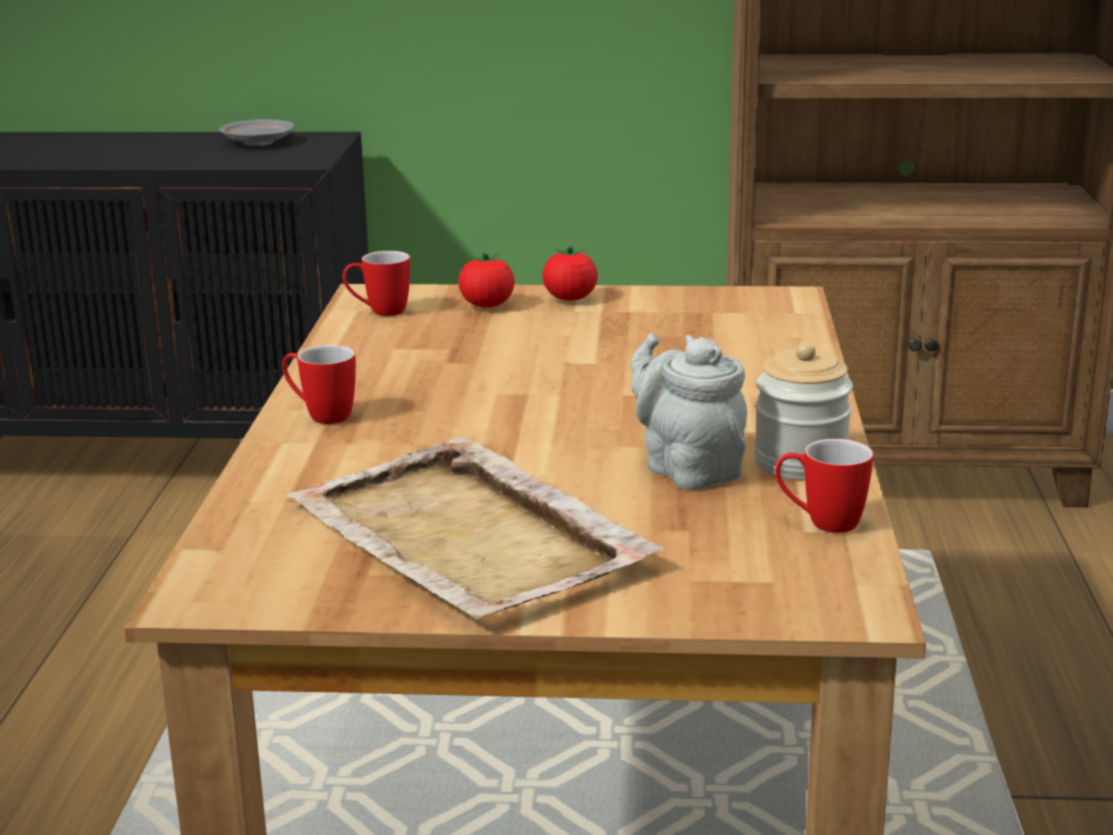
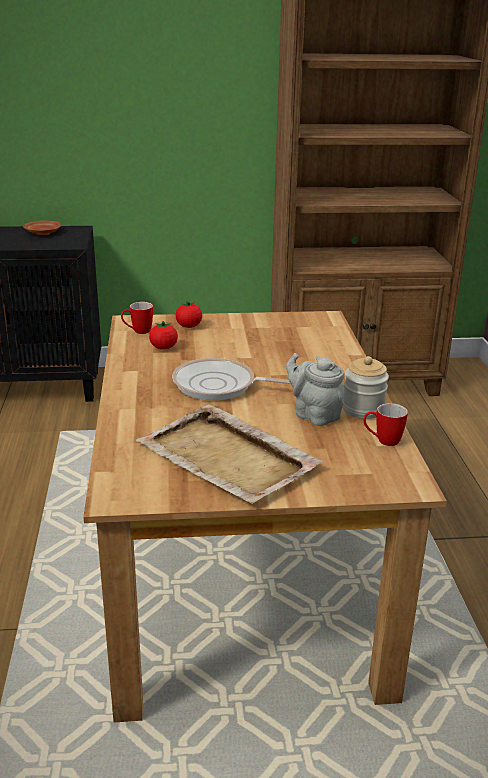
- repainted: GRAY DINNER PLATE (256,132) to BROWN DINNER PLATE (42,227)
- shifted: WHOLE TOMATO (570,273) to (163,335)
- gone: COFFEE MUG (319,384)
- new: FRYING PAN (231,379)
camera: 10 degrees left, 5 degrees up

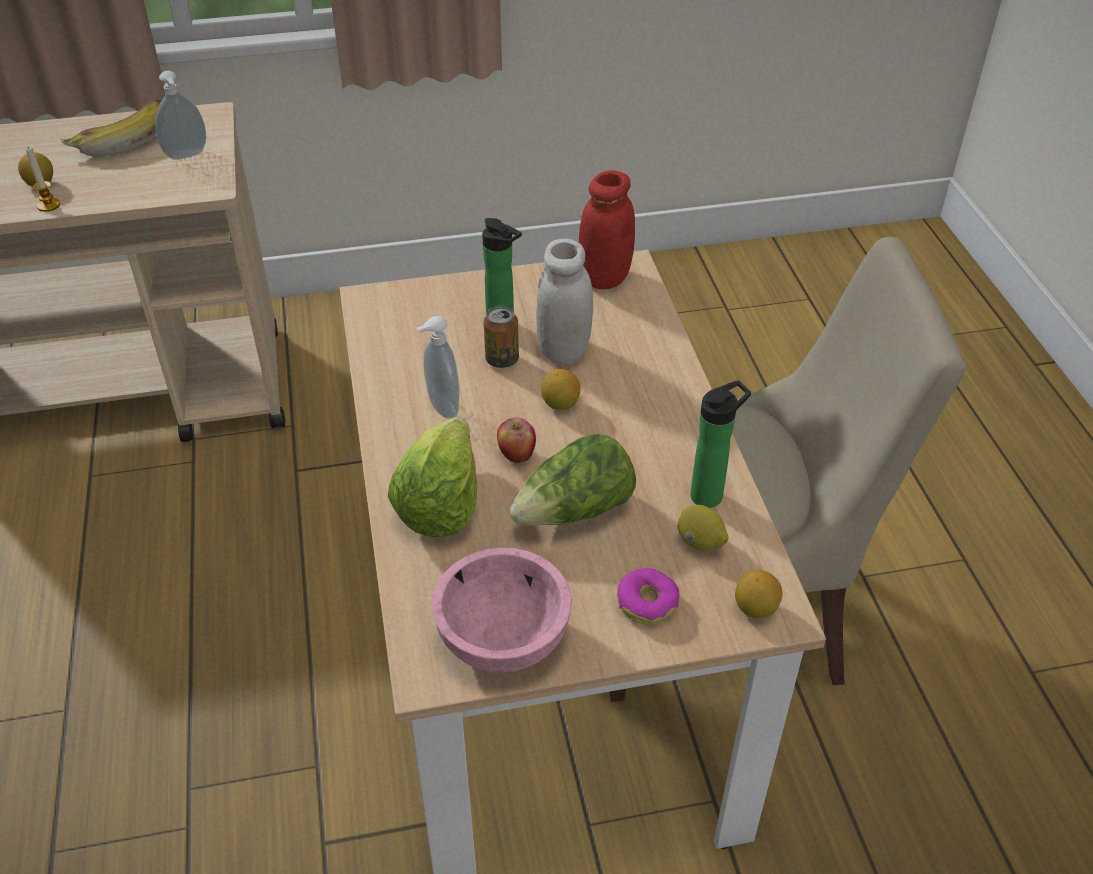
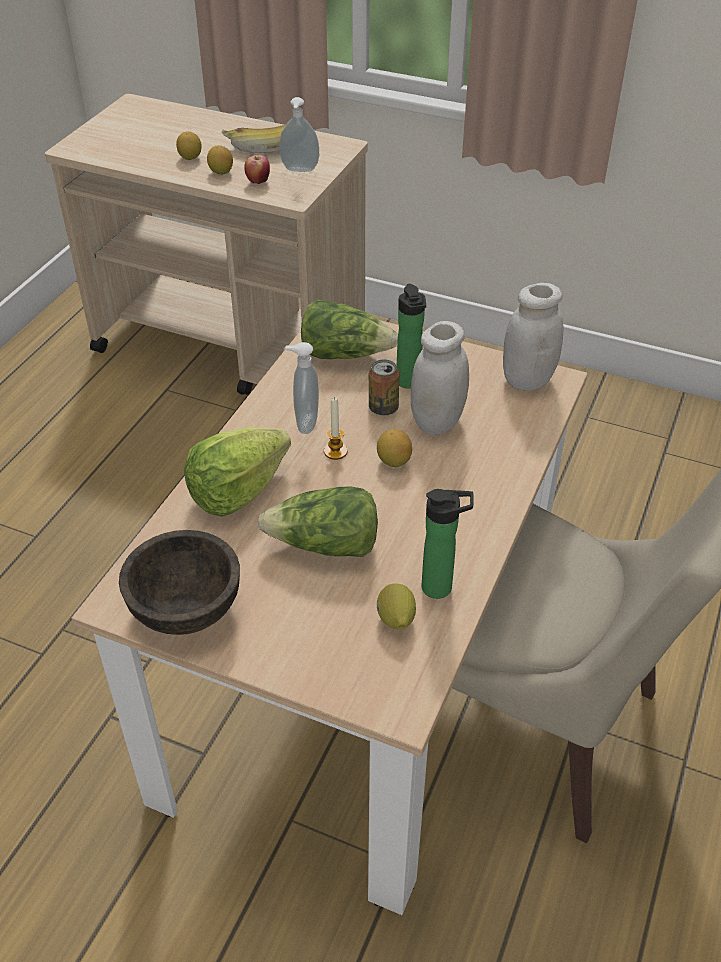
- shifted: WAX LIGHT (43,179) to (336,428)
- repainted: REDDISH JAR (607,229) to WHITISH JAR (533,337)
- shifted: APPLE FRUIT (516,440) to (257,169)
- repainted: PINK-COLOURED DEEP DISH (502,610) to BROWN DEEP DISH (179,582)
- gone: DOUGHNUT (648,596)
- shifted: LEMON (759,594) to (220,160)
- new: LETTUCE HEAD (349,329)
camera: 35 degrees right, 0 degrees up

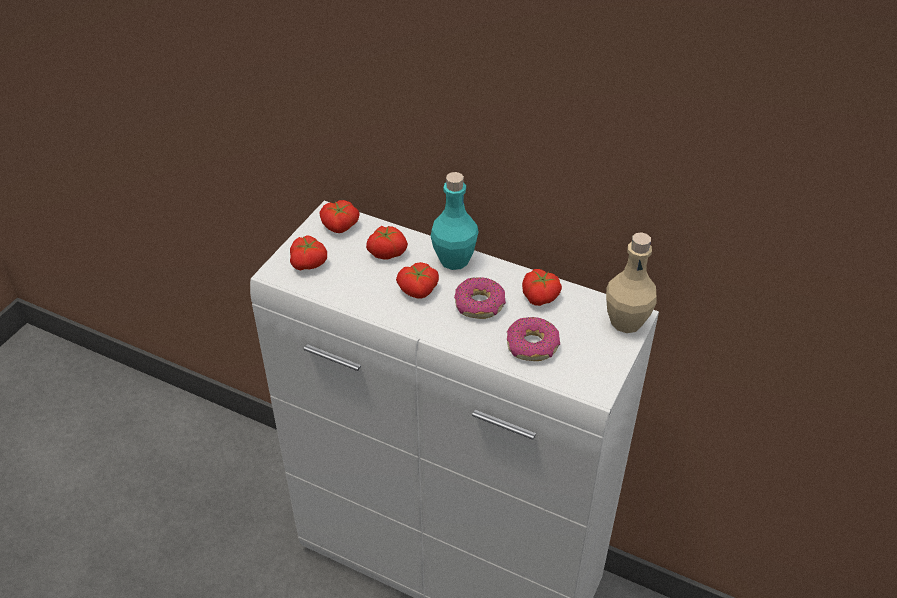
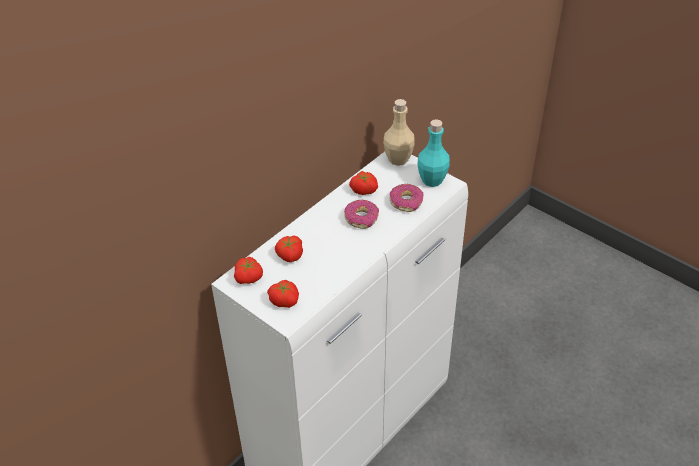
- shifted: TURQUOISE BEVERAGE BOTTLE (455,221) to (433,153)
- gone: WHOLE TOMATO (417,280)
camera: 75 degrees left, 0 degrees up

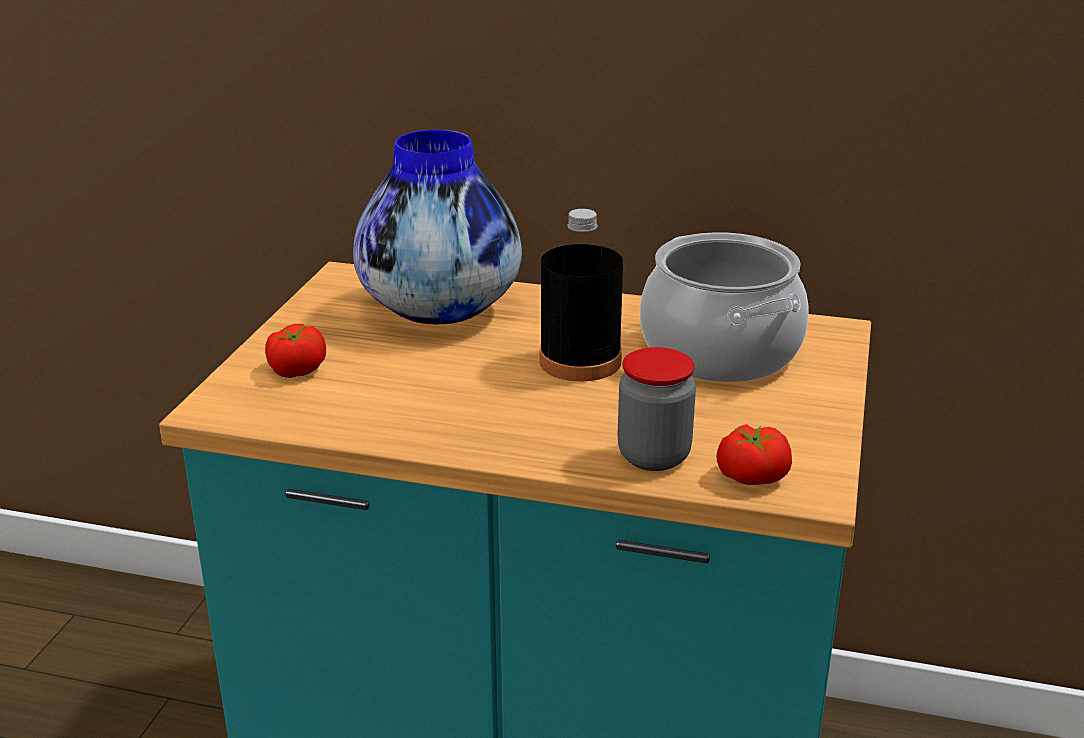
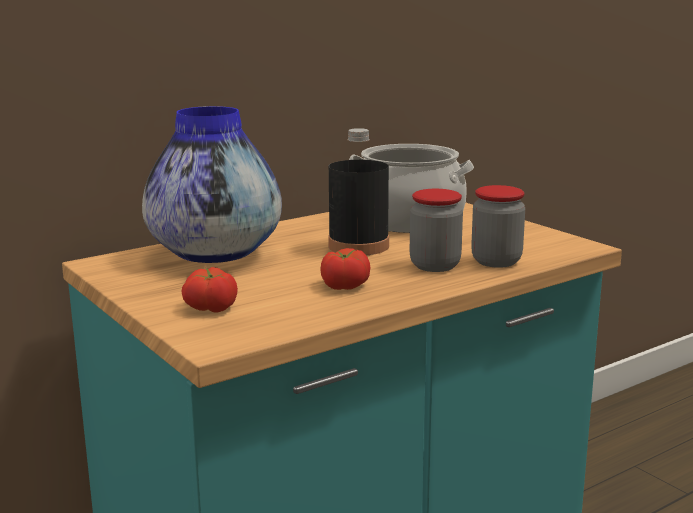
- shifted: WHOLE TOMATO (754,454) to (345,269)
- new: JAR (436,230)
camera: 50 degrees left, 10 degrees down

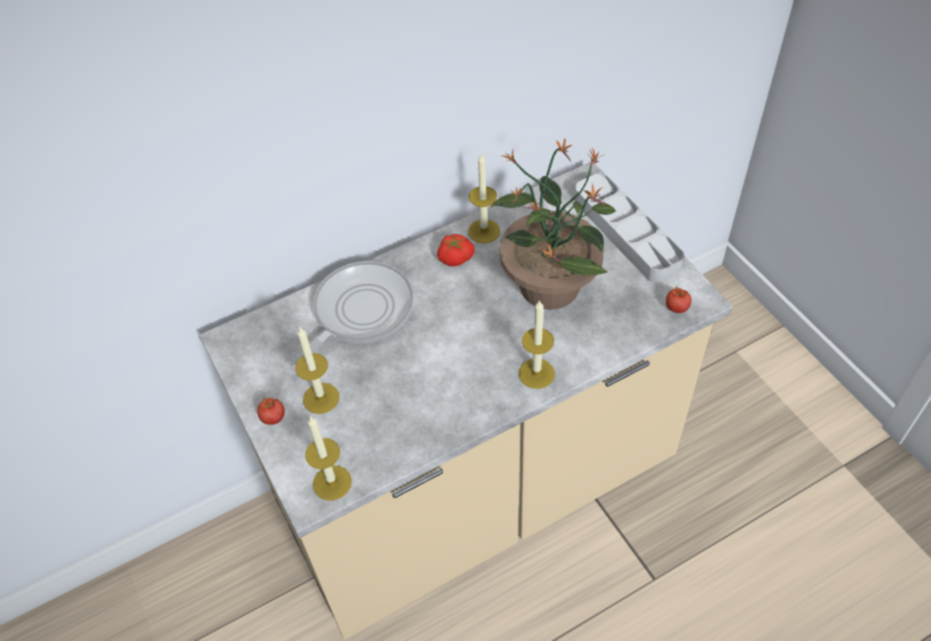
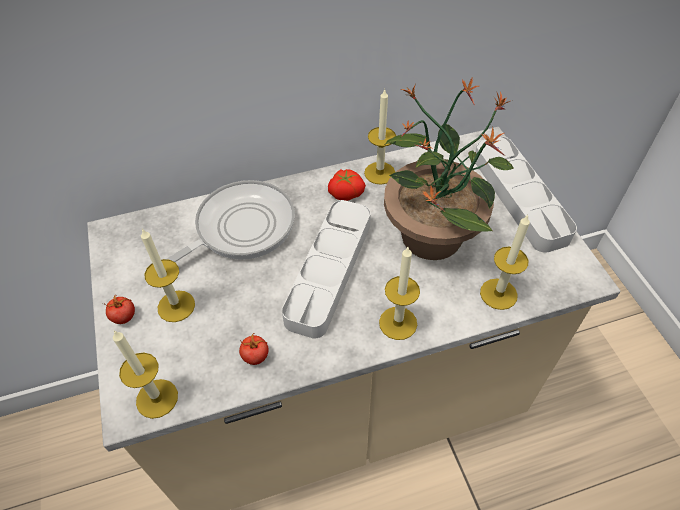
- shifted: WHOLE TOMATO (678,299) to (253,349)
- new: GRAY CARRYING TRAY (326,269)
- new: WAX LIGHT (505,262)
camera: 10 degrees right, 0 degrees up

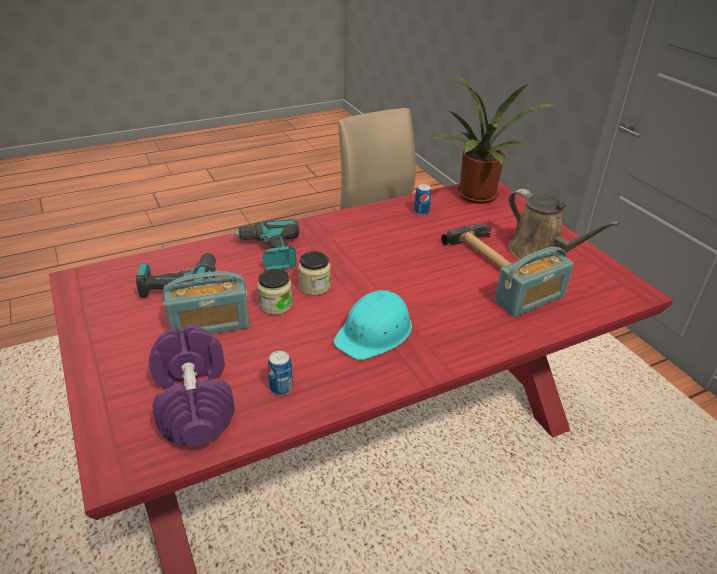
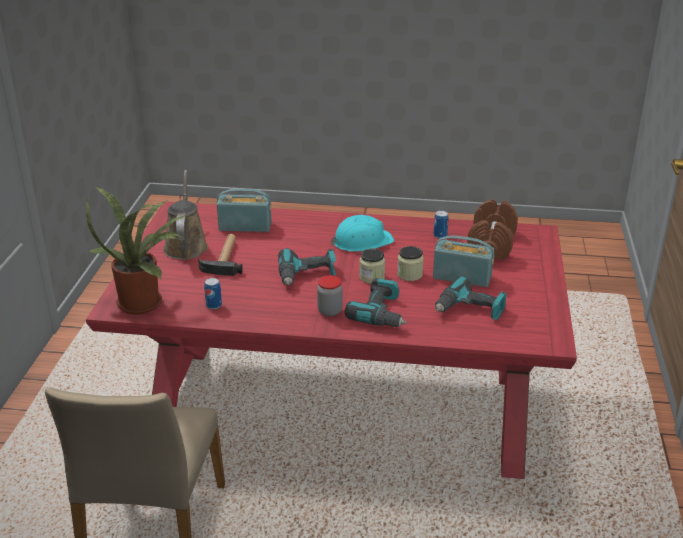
- repainted: PURPLE HAND WEIGHT (192,385) to BROWN HAND WEIGHT (492,229)
- new: POWER DRILL (307,266)
- new: JAR (329,296)
camera: 145 degrees left, 5 degrees down

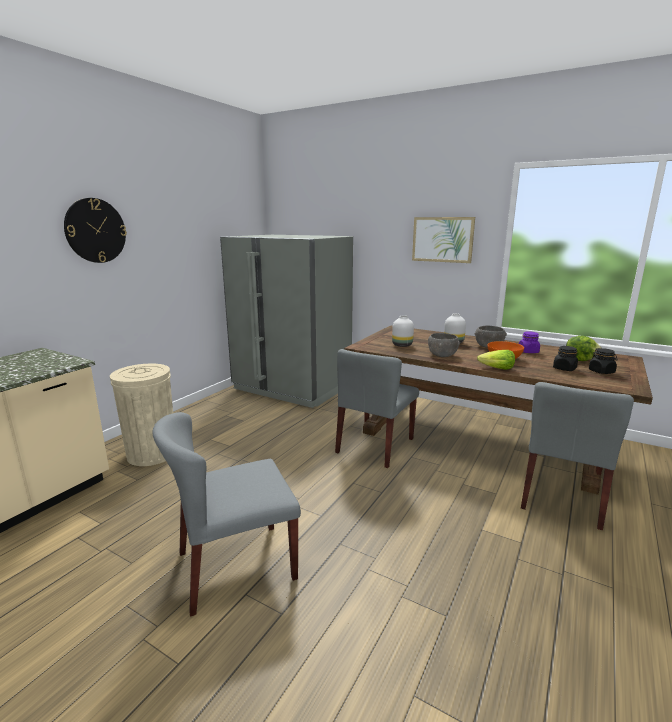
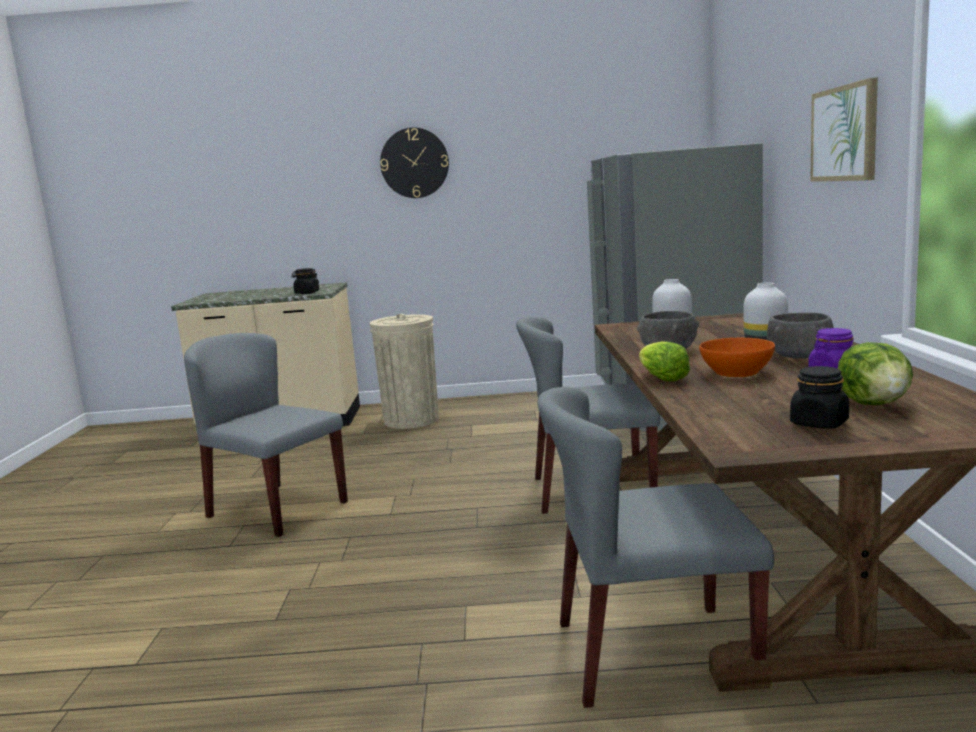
- shifted: BLACK JAR (565,358) to (305,281)
camera: 60 degrees right, 5 degrees down

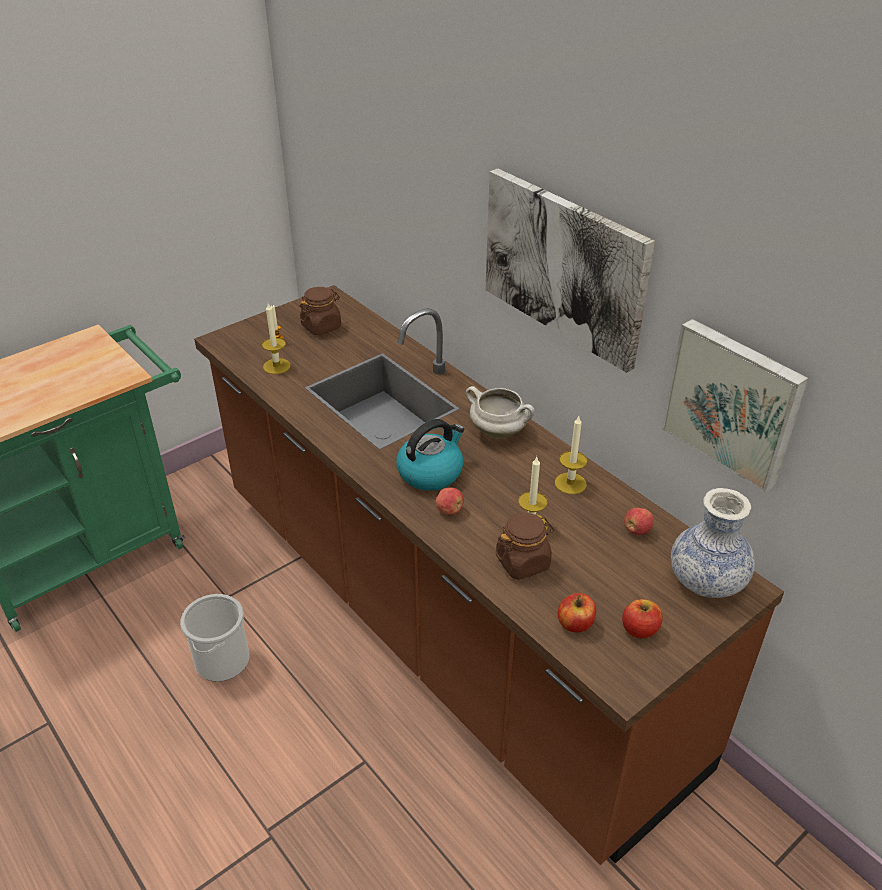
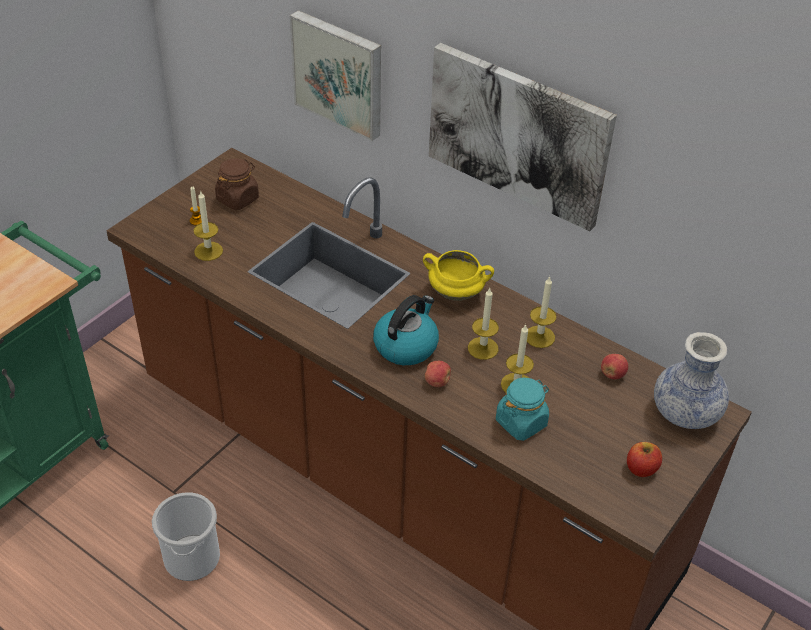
- shifted: PICTURE (735,406) to (335,75)
- repainted: WHITISH STOCKPOT (500,412) to YELLOW STOCKPOT (458,275)
- repainted: BROWN JAR (525,546) to TURQUOISE JAR (522,409)
- gone: APPLE FRUIT (577,612)
- new: WAX LIGHT (483,324)
camera: 15 degrees left, 5 degrees up

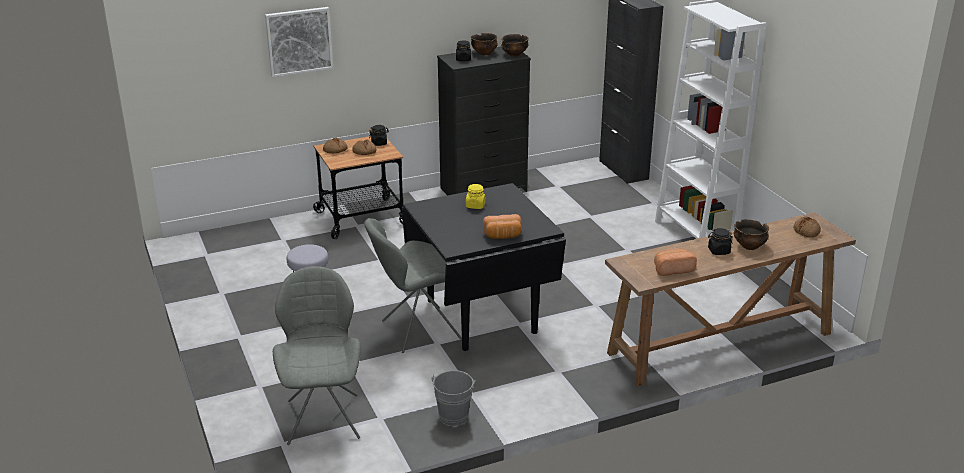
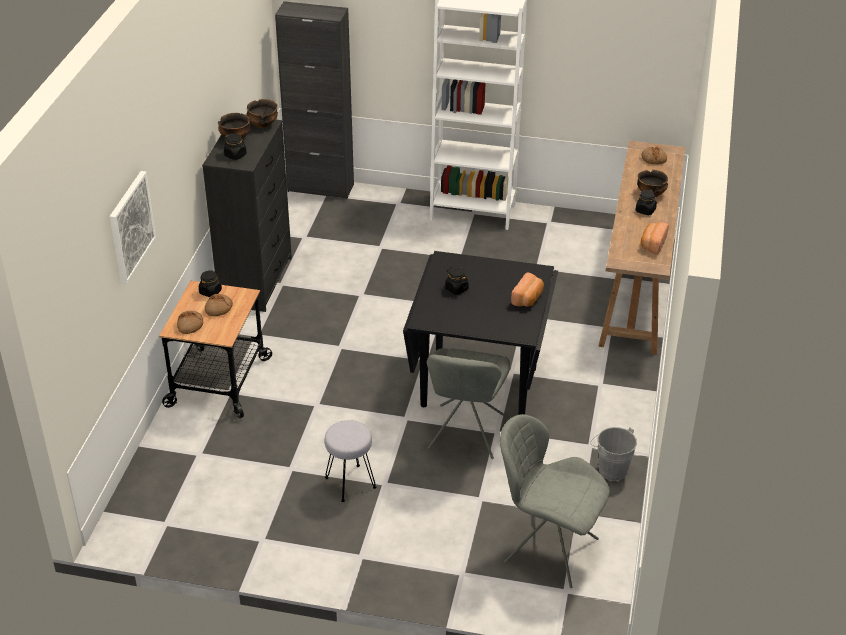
- repainted: YELLOW JAR (476,196) to BLACK JAR (457,281)
camera: 55 degrees left, 10 degrees up

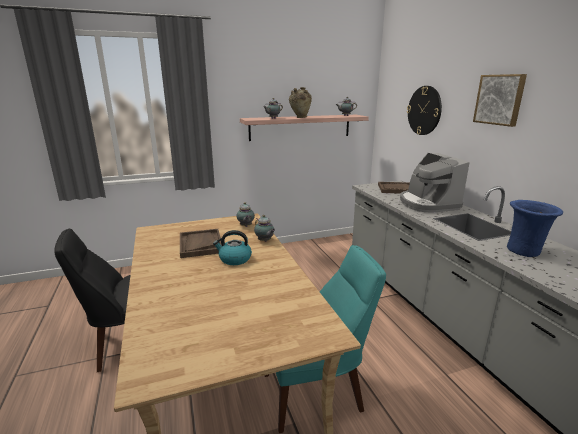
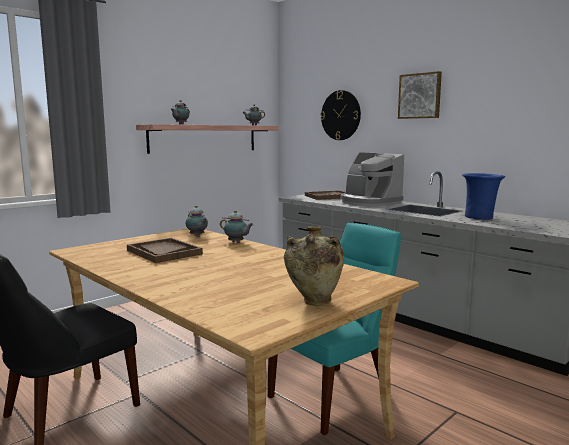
- shifted: BEIGE-COLOURED FLOWER VASE (300,102) to (314,266)
- gone: TEA KETTLE (232,247)
camera: 25 degrees left, 10 degrees down

